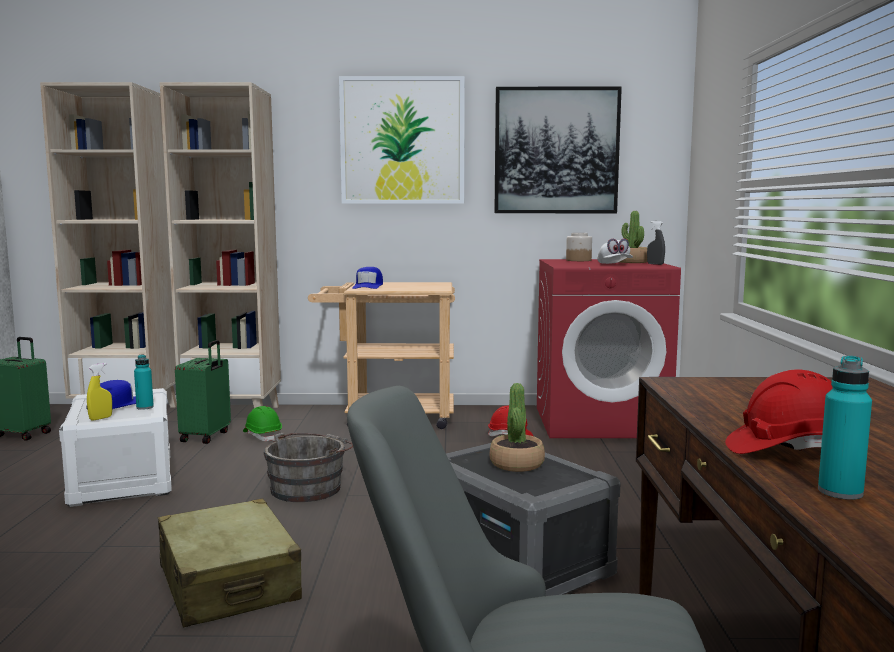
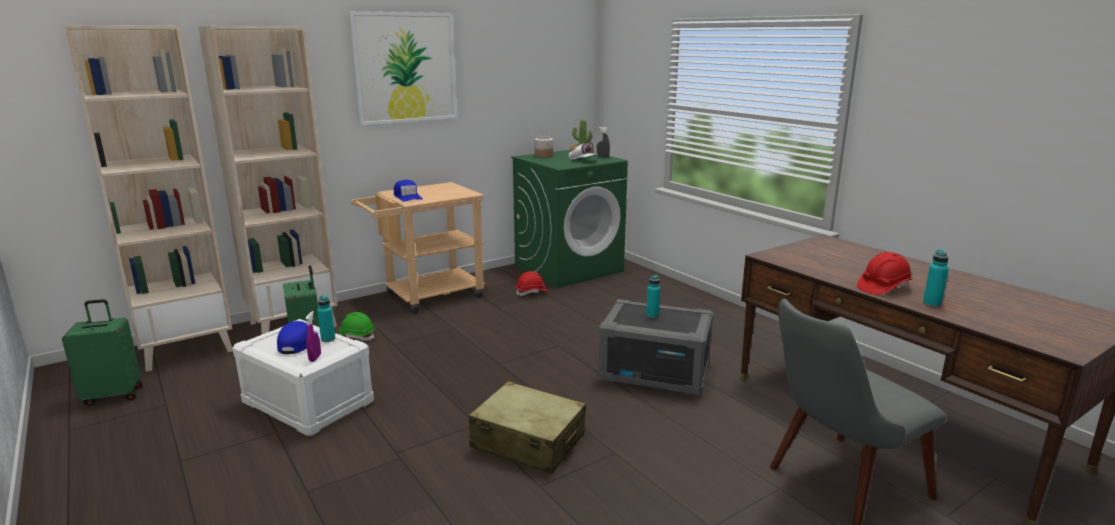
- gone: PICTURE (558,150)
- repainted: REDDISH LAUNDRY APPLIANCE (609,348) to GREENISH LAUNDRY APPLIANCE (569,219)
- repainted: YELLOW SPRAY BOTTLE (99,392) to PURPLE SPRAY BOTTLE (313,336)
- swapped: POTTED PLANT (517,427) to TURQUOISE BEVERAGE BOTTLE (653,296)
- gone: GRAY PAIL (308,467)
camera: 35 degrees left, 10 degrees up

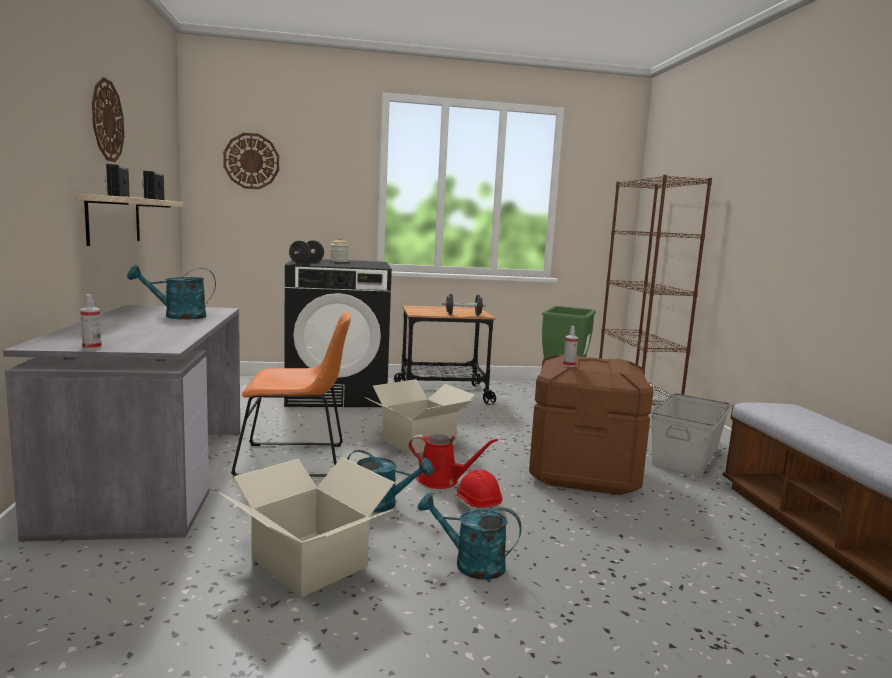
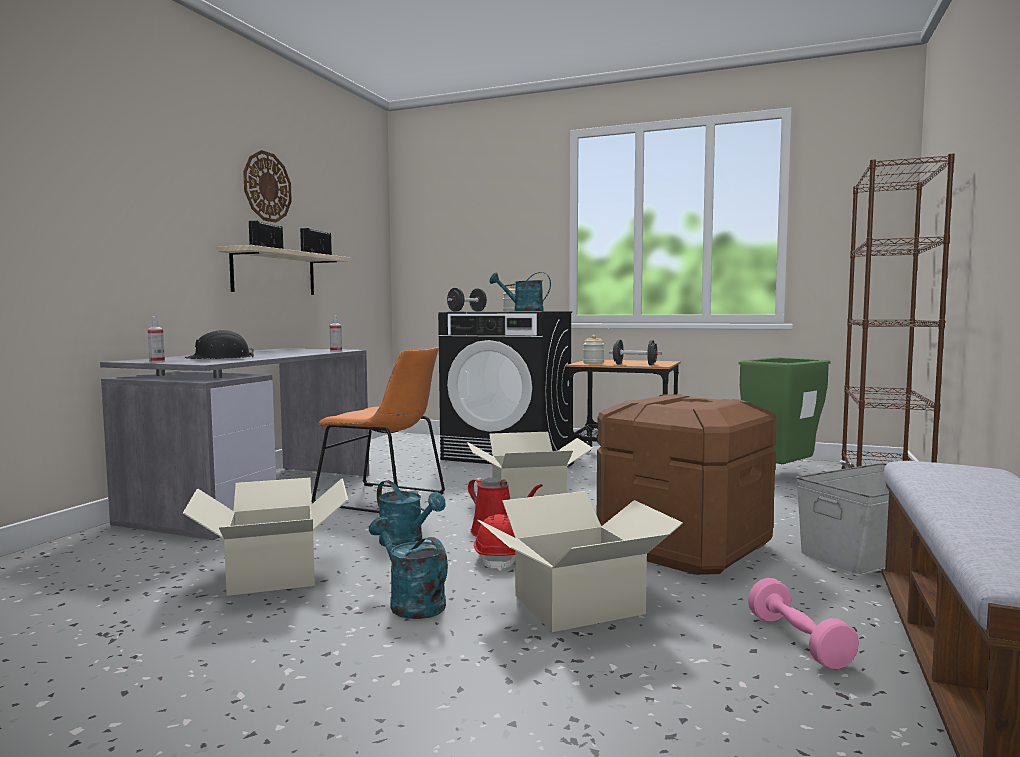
- gone: HANGING CLOCK (251,161)
- shifted: TURQUOISE WATERING CAN (171,292) to (520,291)
- shifted: SPRAY BOTTLE (570,346) to (336,333)
- new: BLACK SAFETY HELMET (219,344)
- new: JAR (593,349)
- new: PACKING BOX (580,561)
- new: PINK-COLOURED HAND WEIGHT (803,624)
camera: 30 degrees right, 5 degrees down

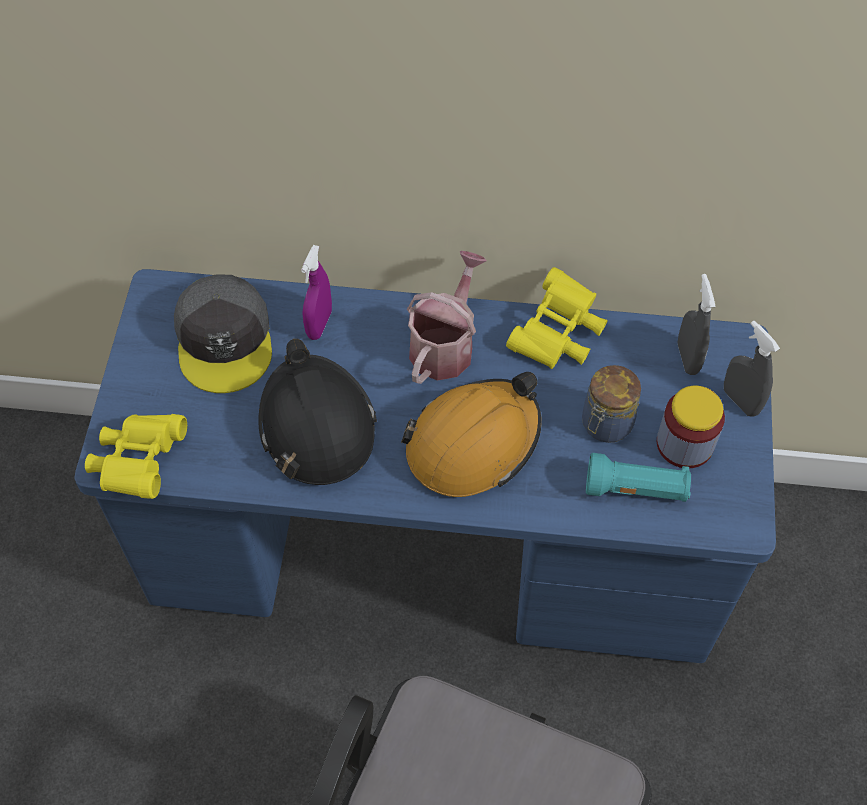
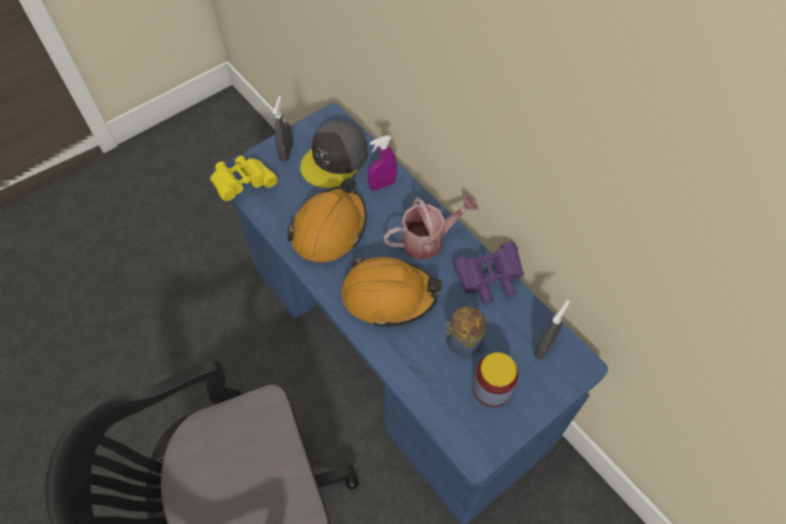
- repainted: YELLOW BINOCULARS (557,318) to PURPLE BINOCULARS (488,273)
- shifted: GRAY SPRAY BOTTLE (752,369) to (283,129)
- repainted: BLACK SAFETY HELMET (317,412) to ORANGEY SAFETY HELMET (327,220)
- gone: TURQUOISE FLASHLIGHT (638,477)
camera: 45 degrees right, 0 degrees up

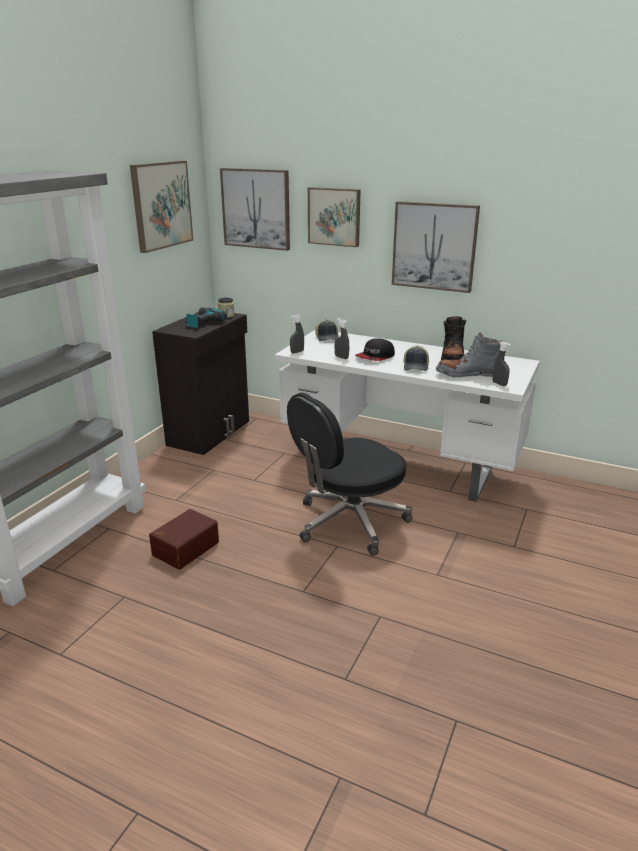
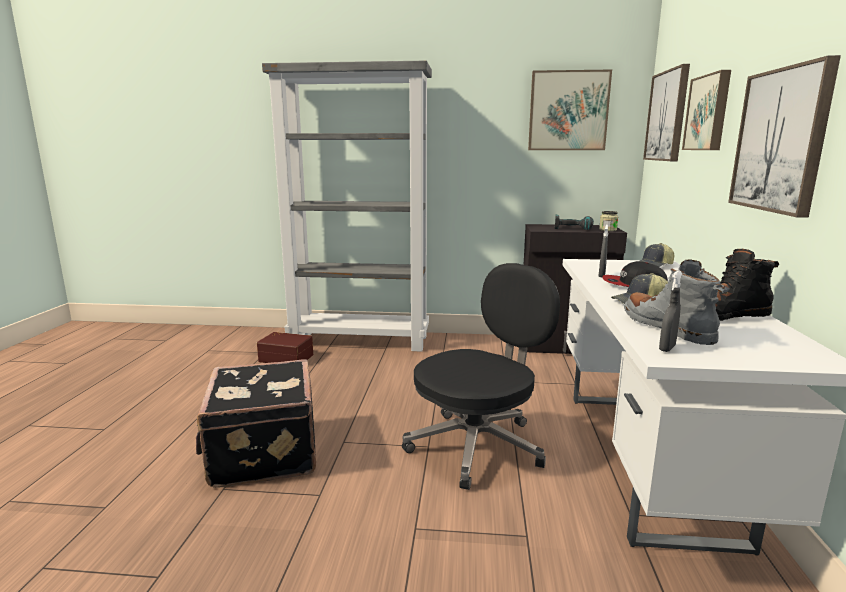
- gone: GRAY SPRAY BOTTLE (297,334)
- rotated: BLACK OFFICE CHAIR (350,474) = (481,376) 105 degrees clockwise
- shifted: BROWN STORAGE BOX (184,539) to (285,347)
- new: BLACK SUITCASE (256,423)
camera: 70 degrees right, 10 degrees down

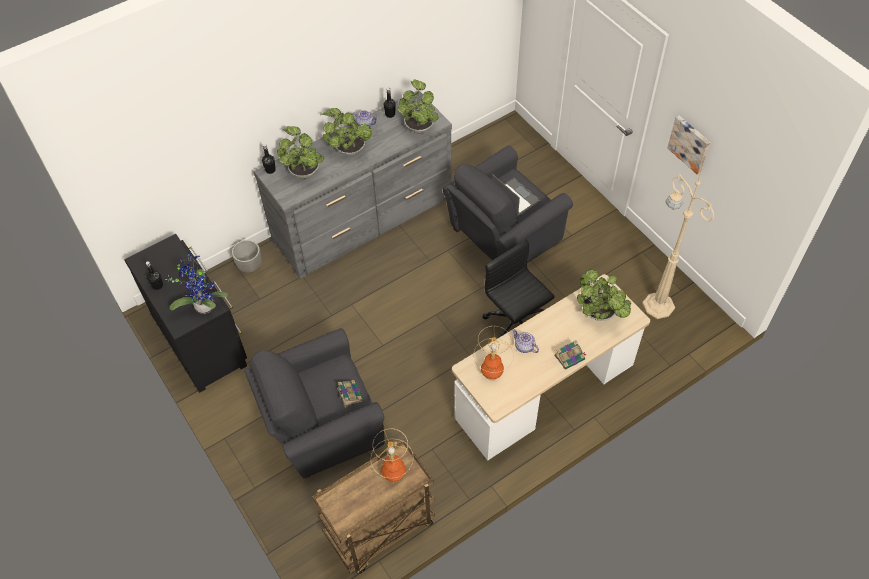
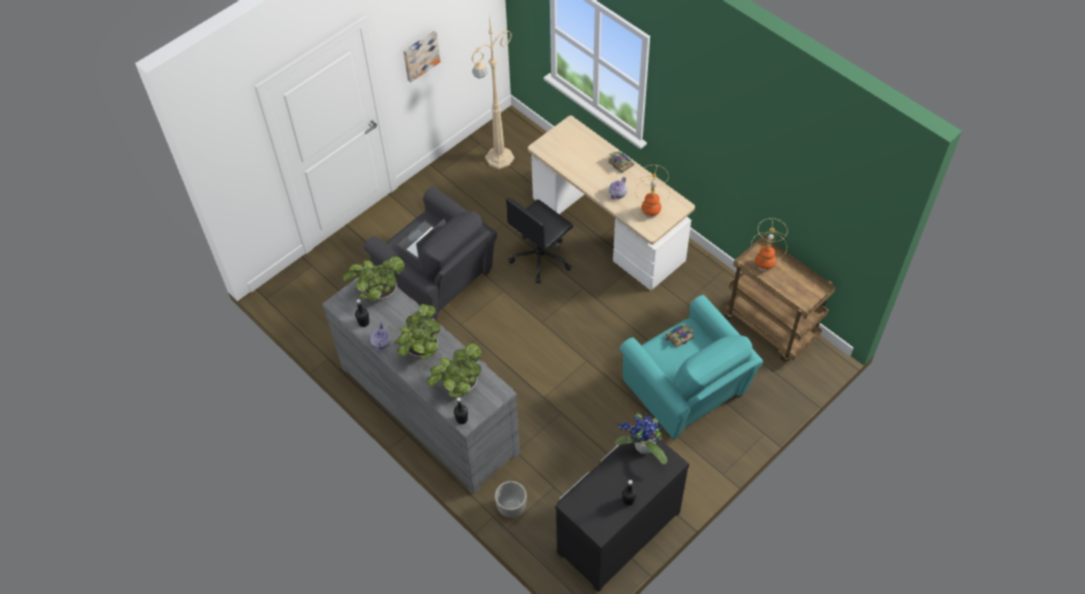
- gone: POTTED PLANT (604,295)
- repainted: GRAY ARMCHAIR (314,403) to TURQUOISE ARMCHAIR (691,367)
camera: 100 degrees left, 0 degrees up

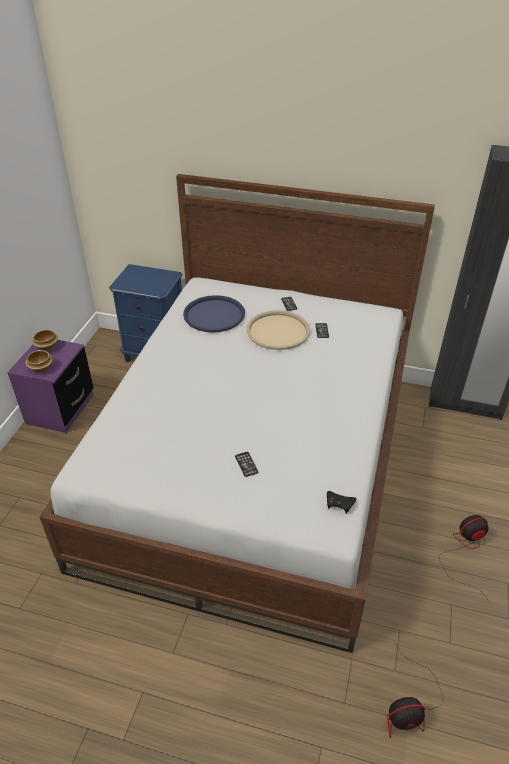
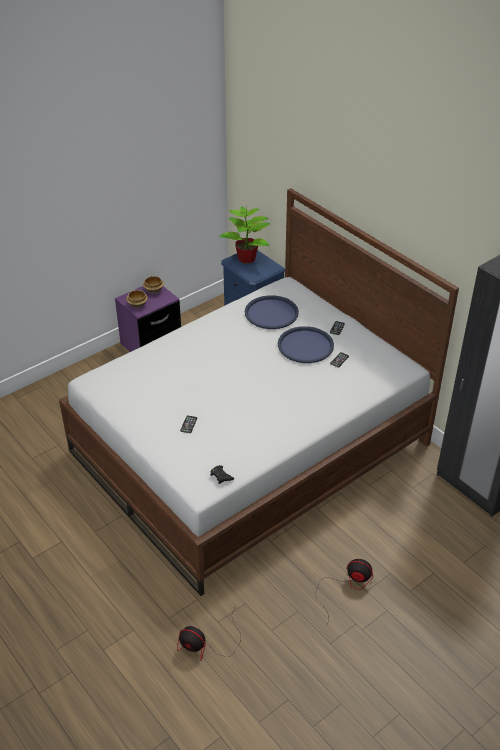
- repainted: BEIGE-COLOURED CARRYING TRAY (278,330) to BLUISH CARRYING TRAY (306,344)
- new: POTTED PLANT (244,235)
camera: 35 degrees right, 0 degrees up

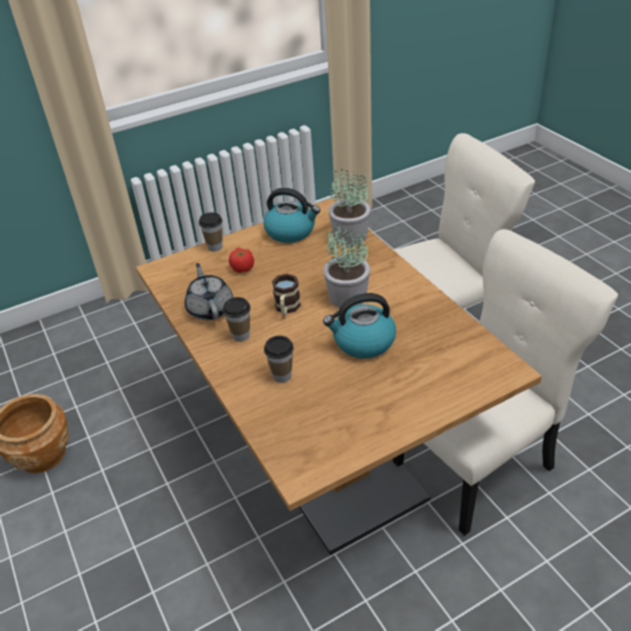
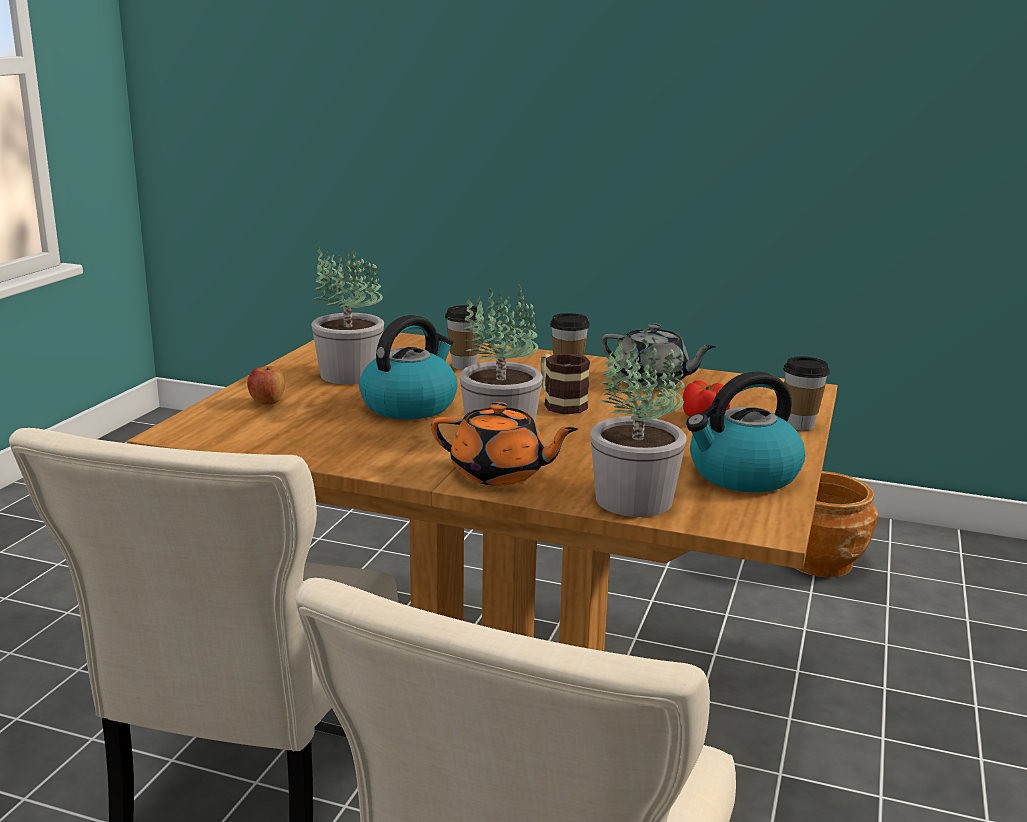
- new: POTTED PLANT (348,316)
- new: APPLE FRUIT (266,385)
- new: ORANGEY TEA POT (504,444)
camera: 135 degrees right, 20 degrees down

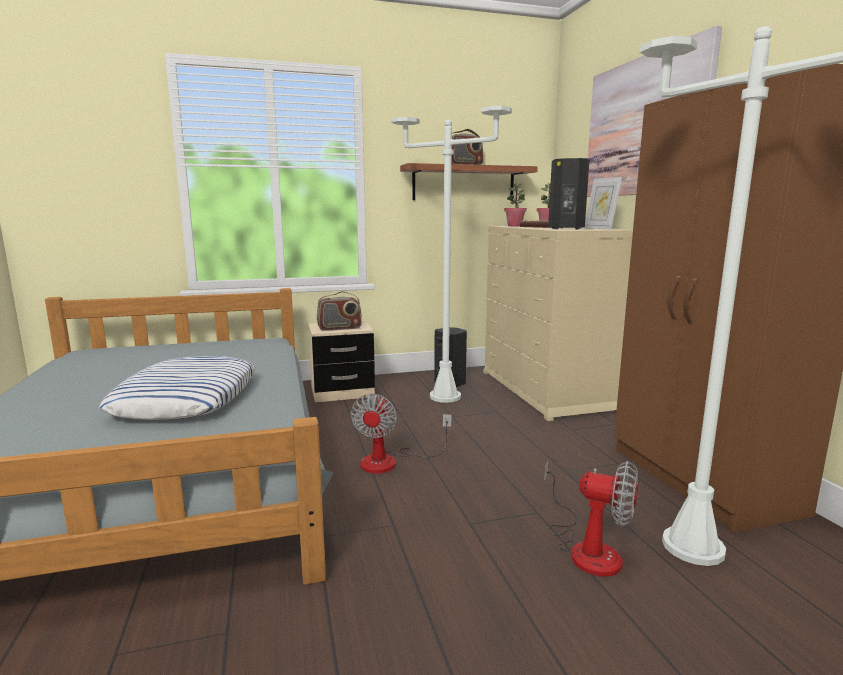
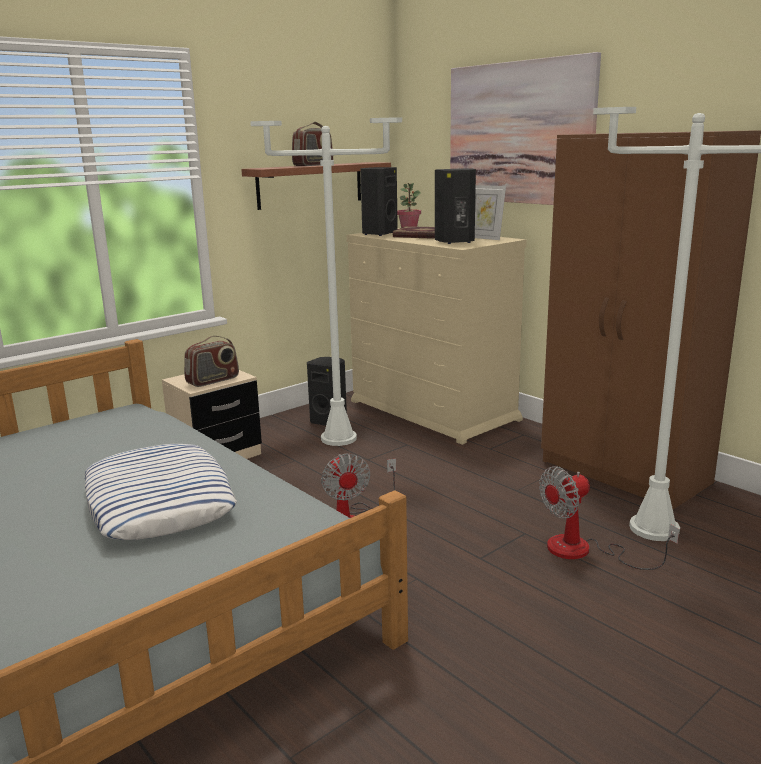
- swapped: POTTED PLANT (515,204) to BLACK SPEAKER (379,201)
- rotated: ELECTRIC FAN (591,519) = (609,518) 150 degrees clockwise
camera: 25 degrees left, 5 degrees up

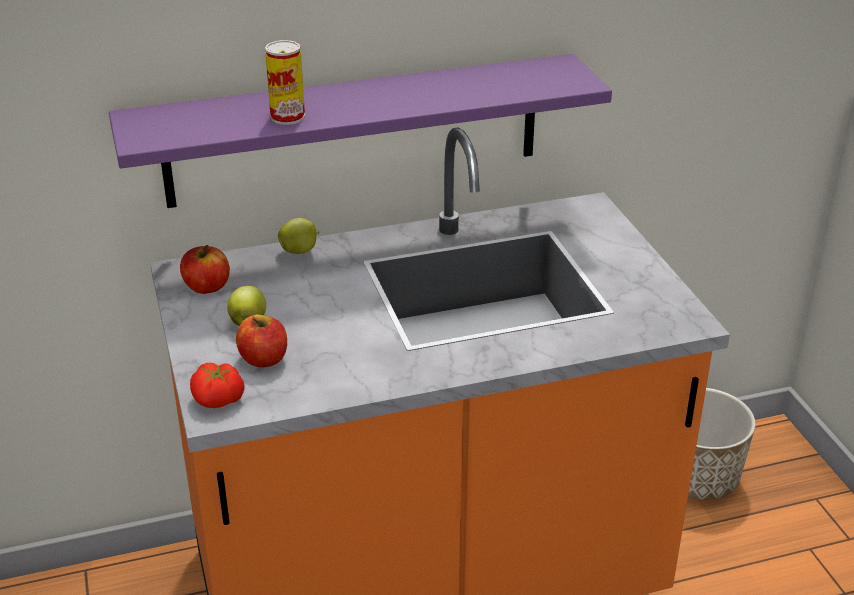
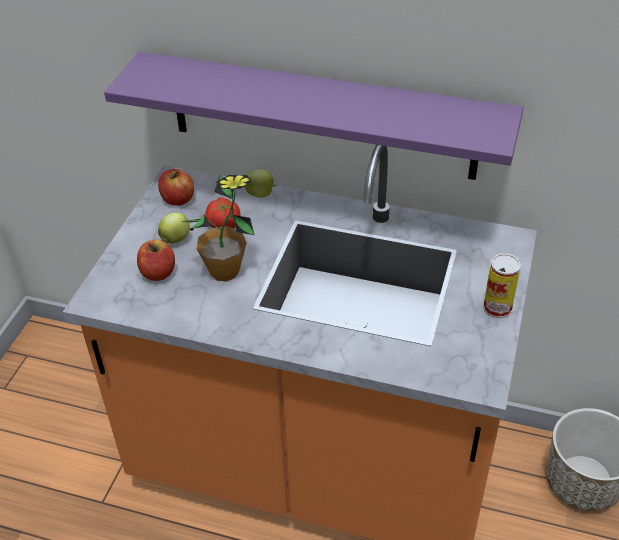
- shifted: CAN (285,82) to (502,285)
- shifted: WHOLE TOMATO (217,385) to (223,212)
- new: POTTED PLANT (218,228)
camera: 35 degrees right, 10 degrees up

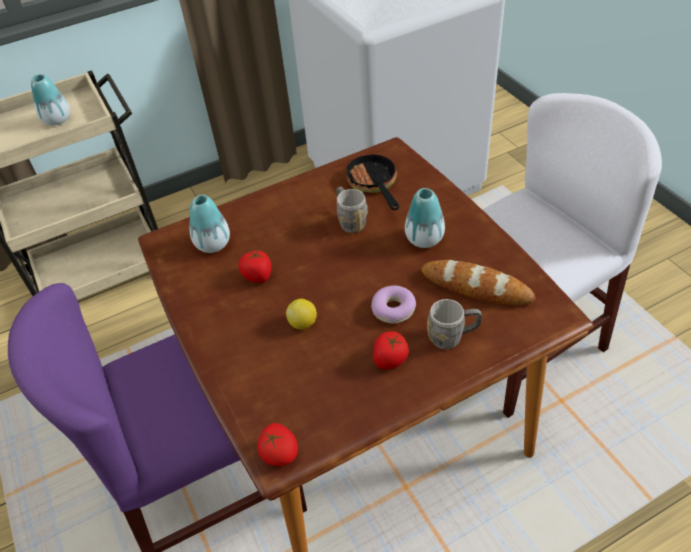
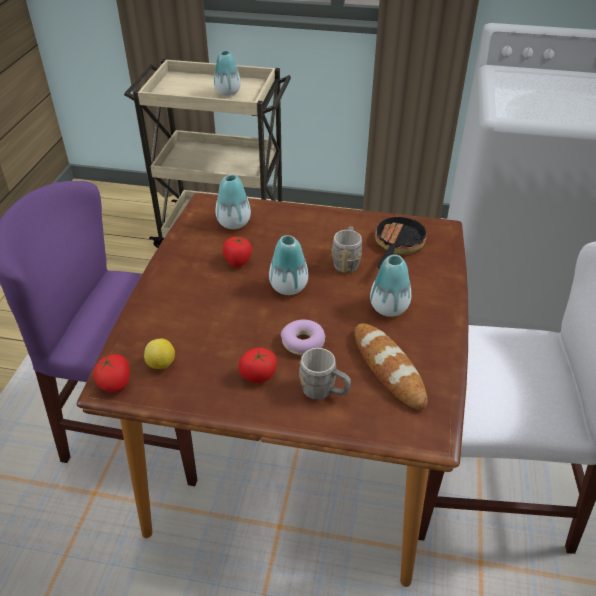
- shifted: LEMON (301,314) to (159,354)
- new: FLOWER VASE (288,265)
camera: 35 degrees right, 5 degrees down

